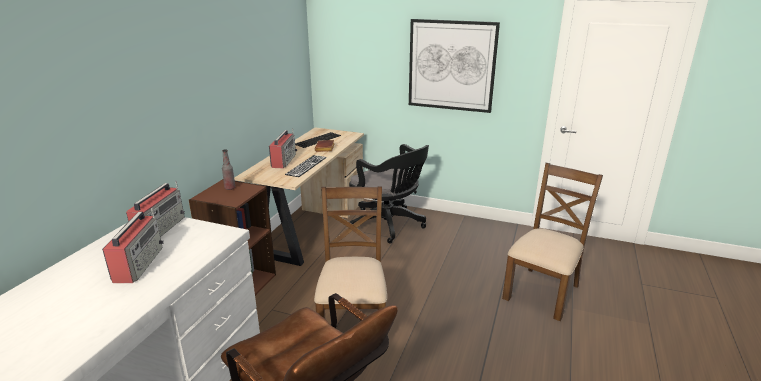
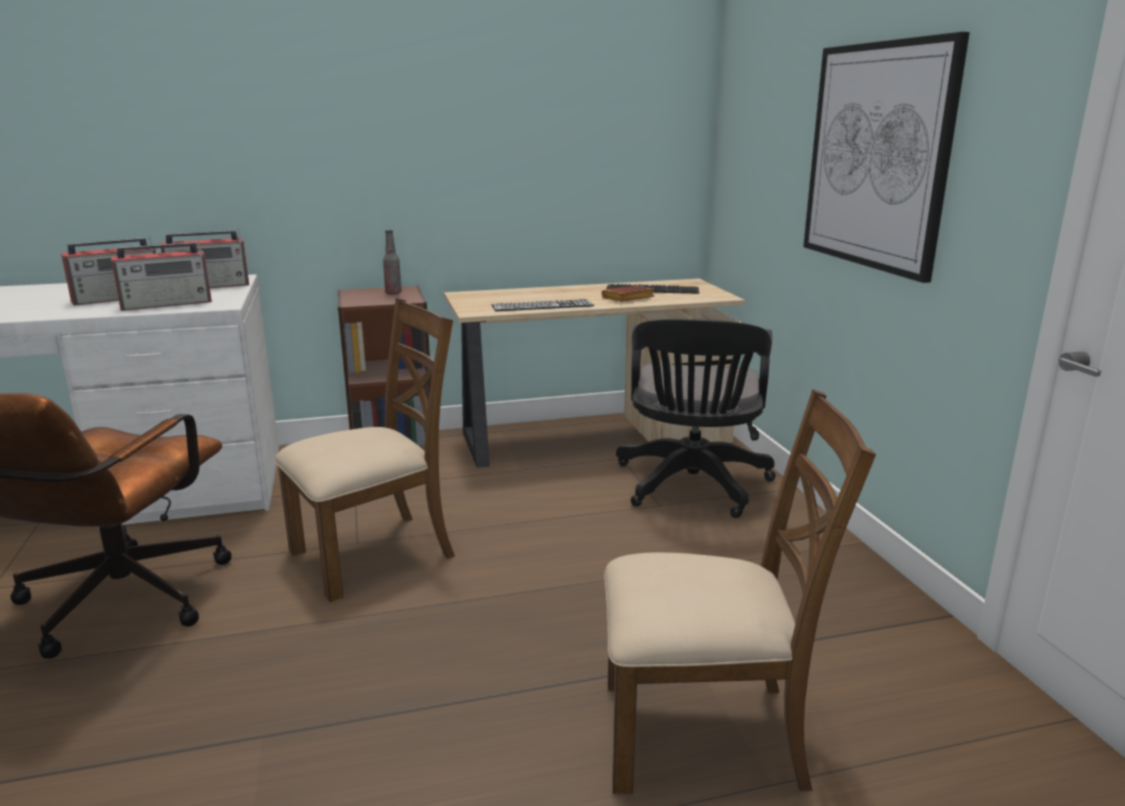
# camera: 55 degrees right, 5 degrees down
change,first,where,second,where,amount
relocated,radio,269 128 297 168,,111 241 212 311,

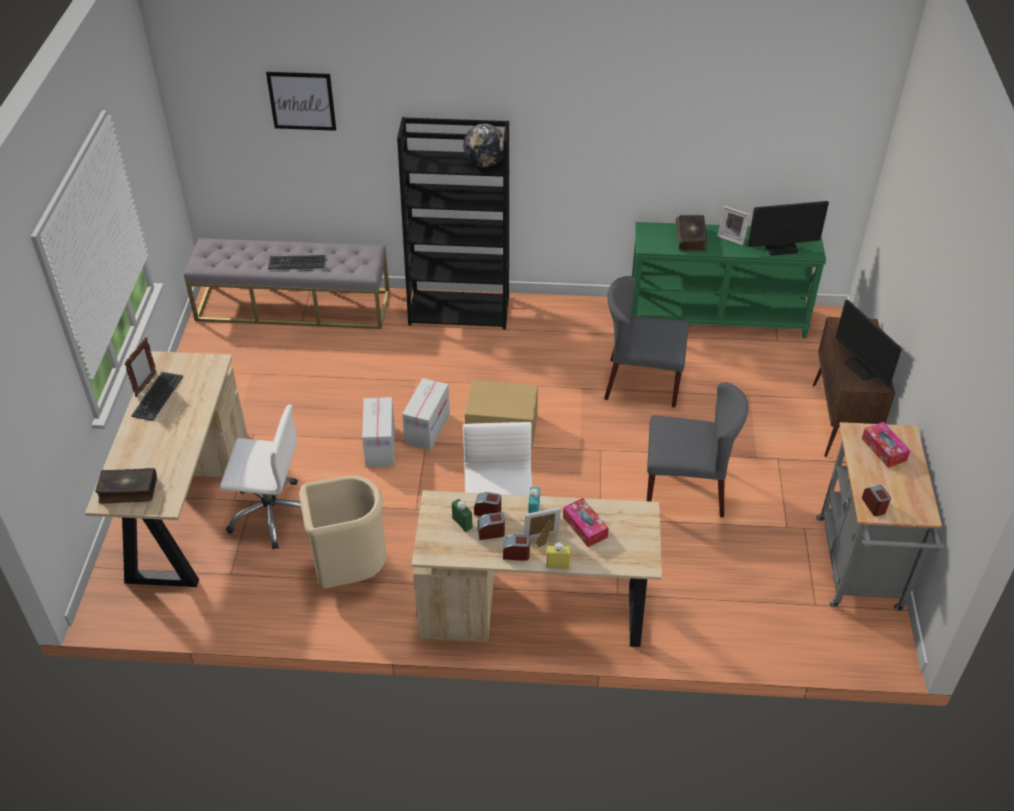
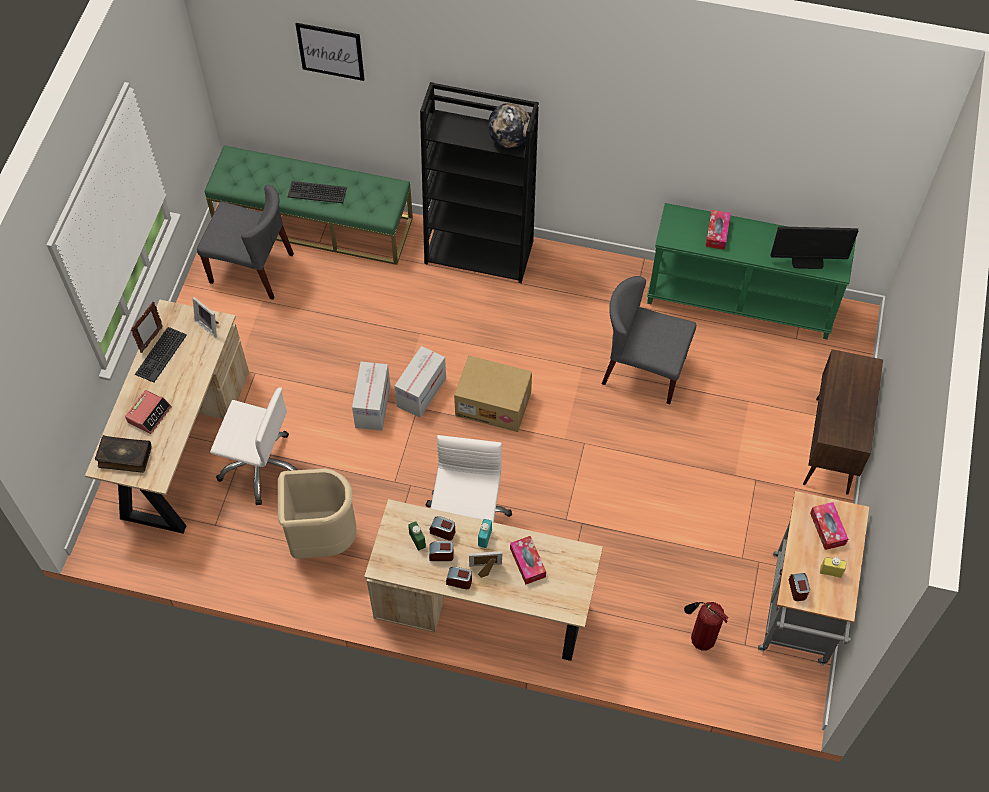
# camera: 10 degrees right, 15 degrees up
change,first,where,second,where,amount
colour,bench (grey),184 238 390 329,bench (green),204 145 413 265,
relocated,bottle (yellow),546 543 571 569,,820 557 847 578,
relocated,chair (grey),647 382 748 517,,197 185 294 300,
exchanged,book,676 215 707 251,tissue box,705 210 731 250,
relocated,picture frame,717 206 750 245,,193 297 219 338,
missing,monitor,835 299 902 387,,,
appeared,,,alarm clock,125 390 172 434,
appeared,,,fire extinguisher,684 602 729 651,

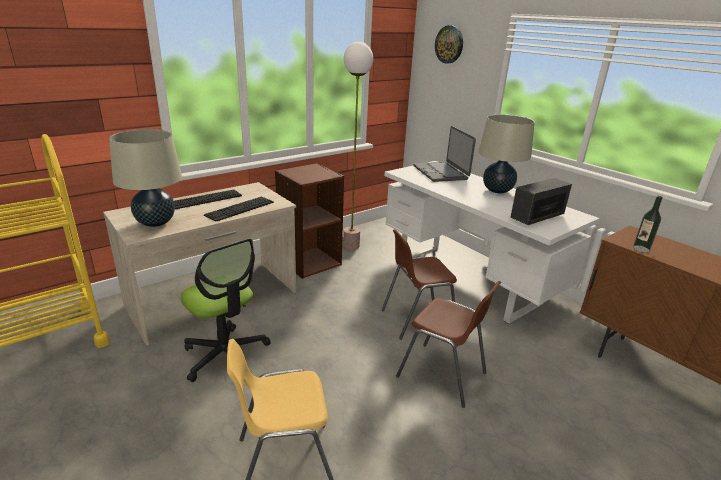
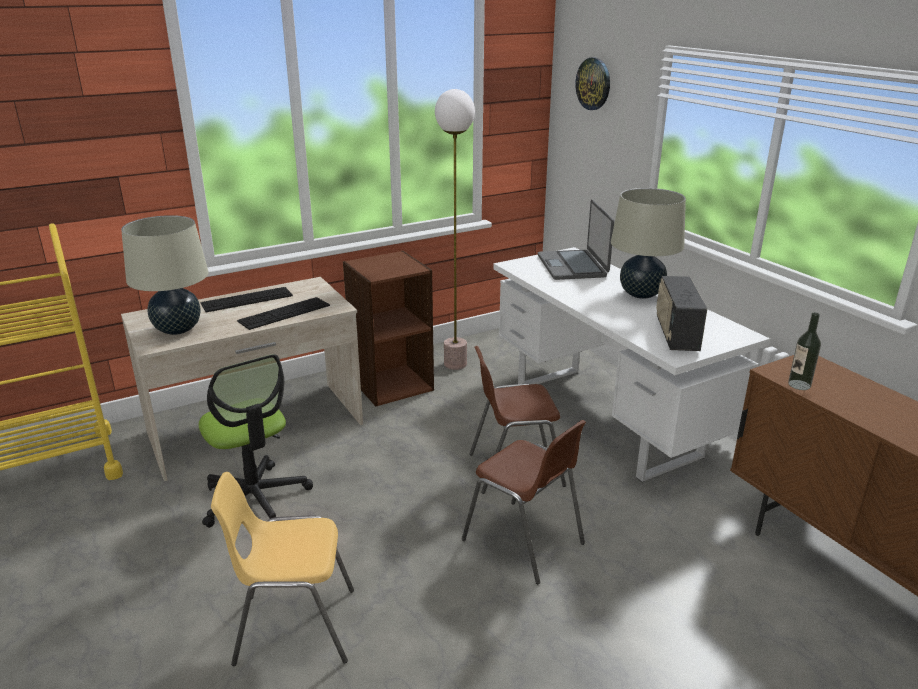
# camera: 10 degrees right, 0 degrees up
change,first,where,second,where,amount
spun,radio,511 178 572 225,,656 276 707 351,60 degrees counterclockwise

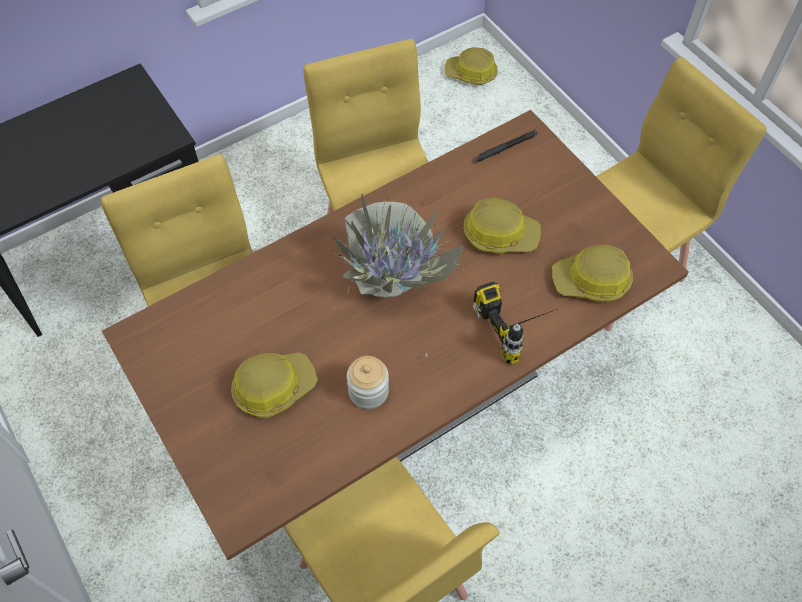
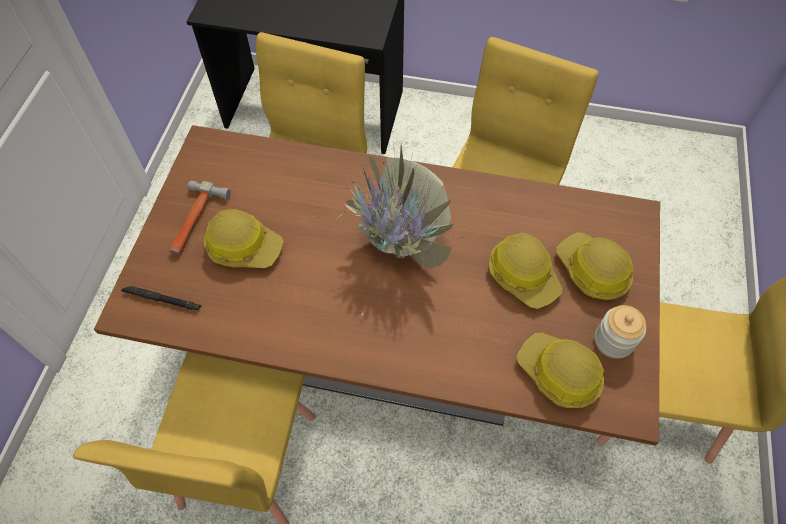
# camera: 45 degrees right, 0 degrees up
change,first,where,second,where,amount
relocated,jar,347 356 389 409,,594 305 646 359,
relocated,hard hat,444 48 498 85,,556 232 633 300,
missing,power drill,473 281 557 365,,,
relocated,flashlight (black),476 130 537 163,,121 286 202 310,
appeared,,,hammer,169 181 231 254,

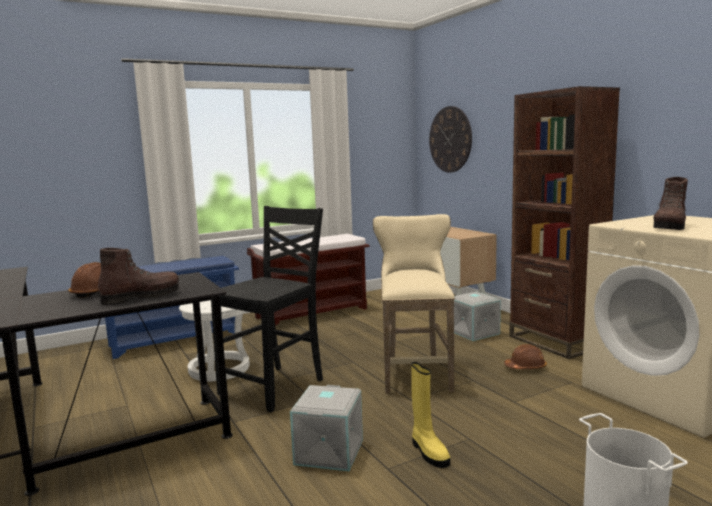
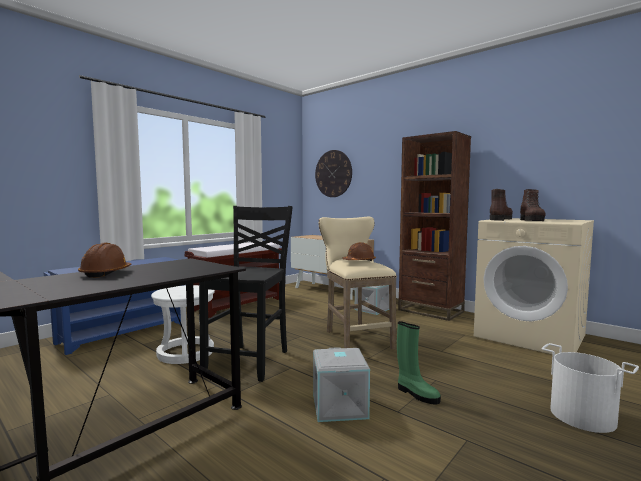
# camera: 20 degrees left, 5 degrees down
change,first,where,second,where,amount
relocated,boot (brown),98 248 179 305,,490 189 513 221,
colour,boot (yellow),411 362 450 468,boot (green),397 321 441 405,
relocated,hard hat (brown),504 344 547 369,,342 242 376 261,

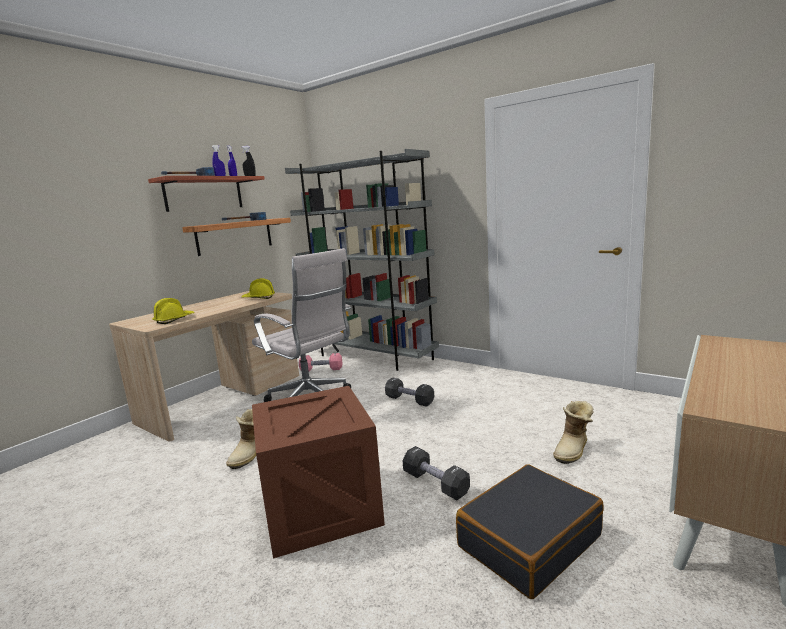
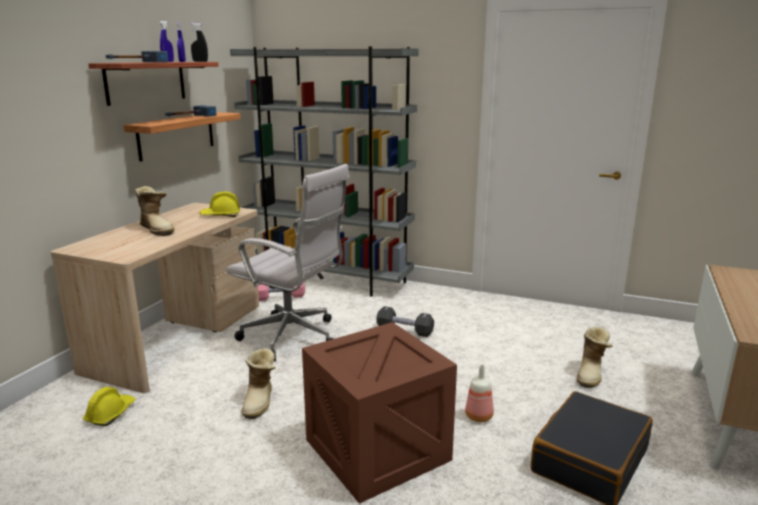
# camera: 15 degrees left, 5 degrees up
change,first,where,second,where,amount
relocated,hard hat (yellow),152 298 195 324,,83 387 136 426,
exchanged,dumbbell (black),402 446 470 500,bottle,465 365 494 422,
appeared,,,boot,134 186 175 236,

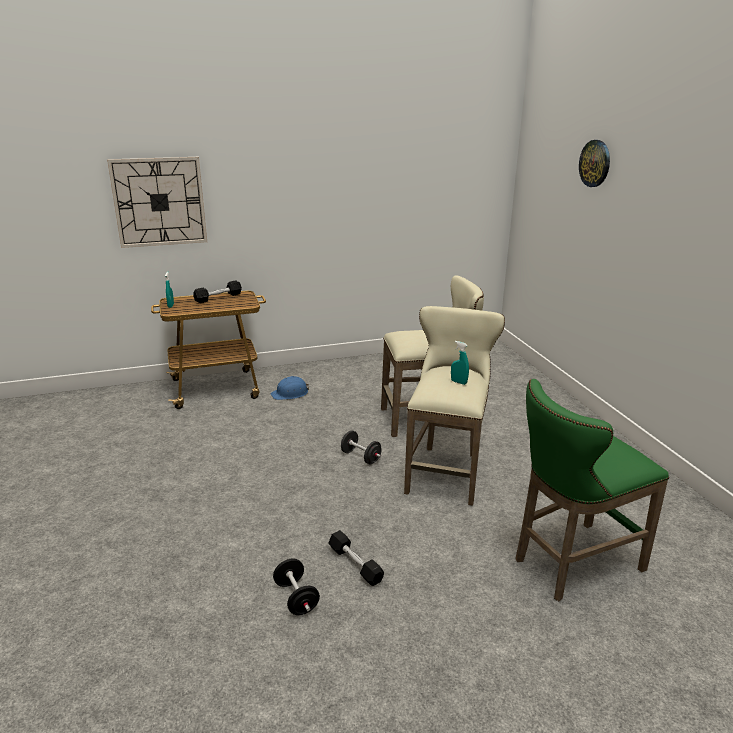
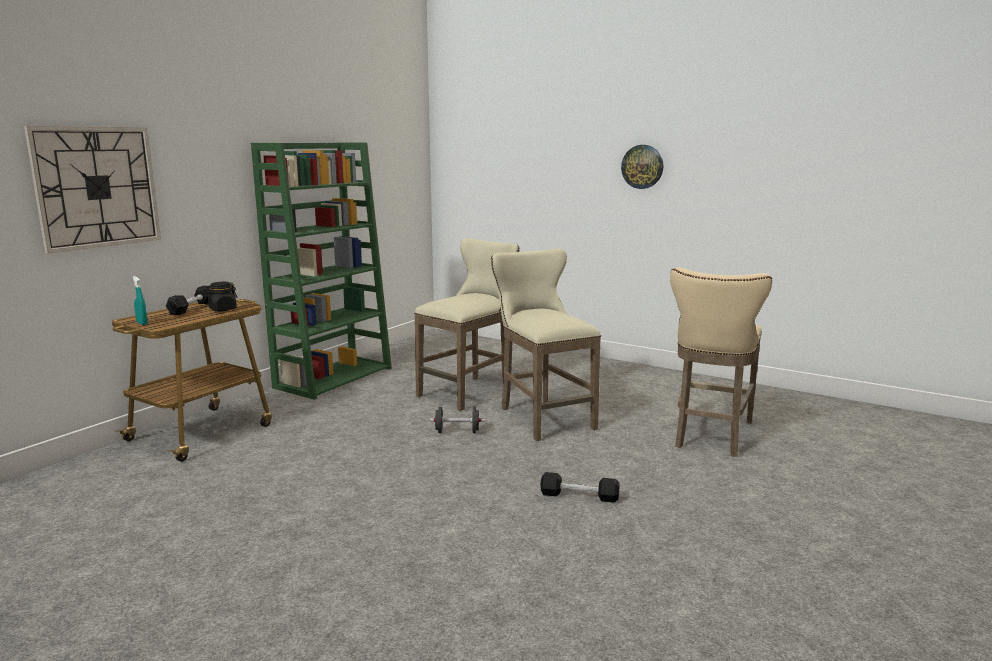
# camera: 40 degrees left, 10 degrees down
change,first,where,second,where,amount
missing,hard hat (blue),271 376 309 400,,,
missing,dumbbell (black),273 559 320 615,,,
missing,spray bottle (turquoise),451 341 469 385,,,
colour,stool (green),515 379 669 602,stool (beige),670 267 772 457,
relocated,wall clock,579 140 610 187,,621 145 663 189,
appeared,,,jar (black),205 282 238 311,
appeared,,,bookcase (green),251 143 392 400,

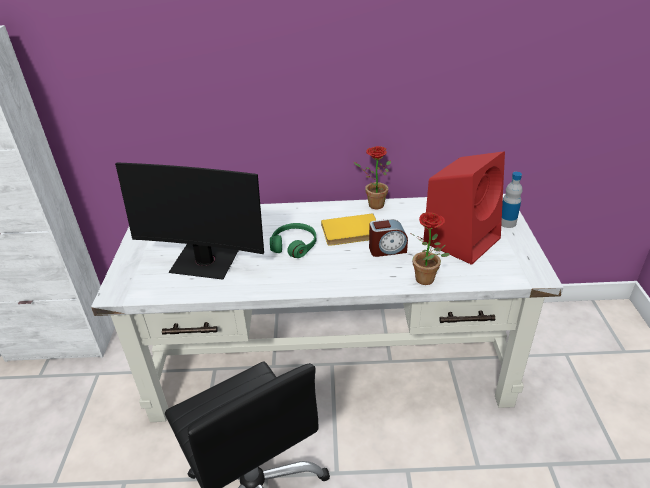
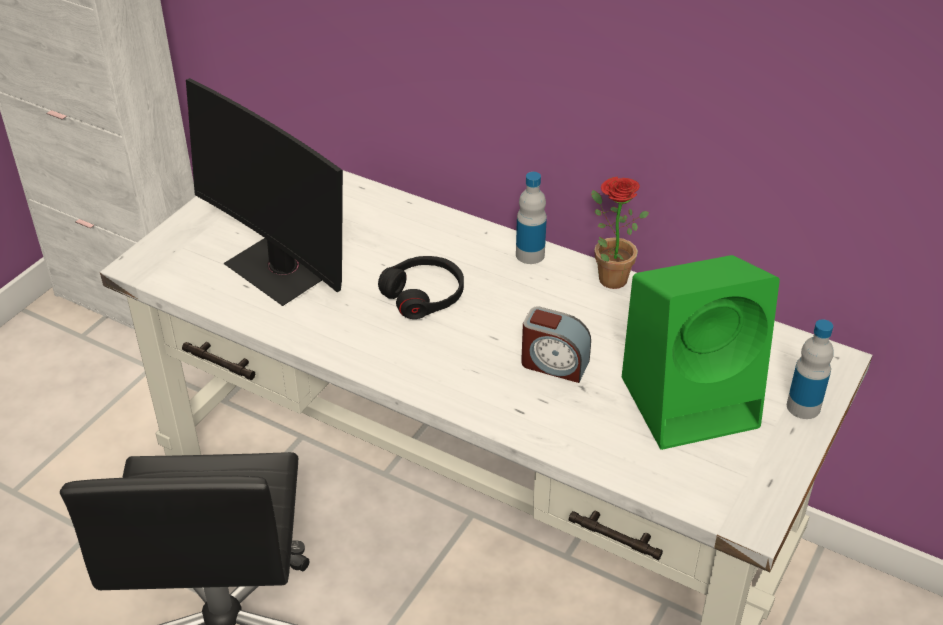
# camera: 30 degrees right, 5 degrees up
change,first,where,second,where,amount
colour,headphones (green),270 223 316 258,headphones (black),378 256 464 319,
missing,book (yellow),321 213 376 246,,,
missing,potted plant,411 212 450 285,,,
colour,speaker (red),423 151 505 265,speaker (green),622 255 780 450,
appeared,,,bottle,516 172 547 264,

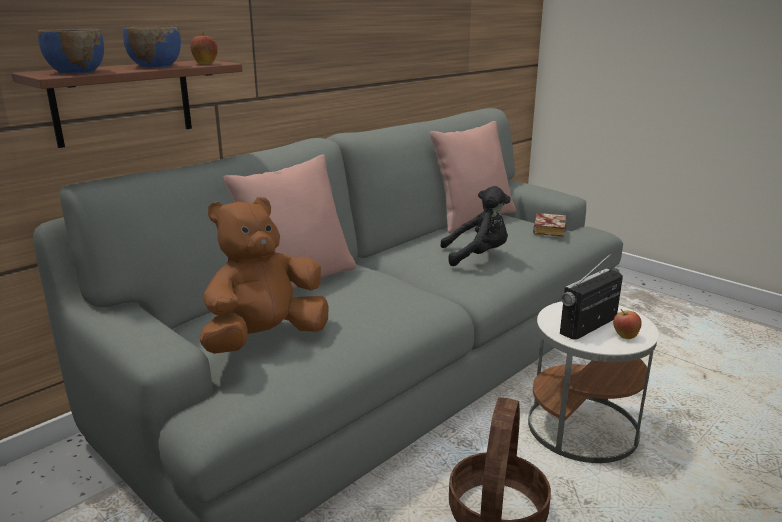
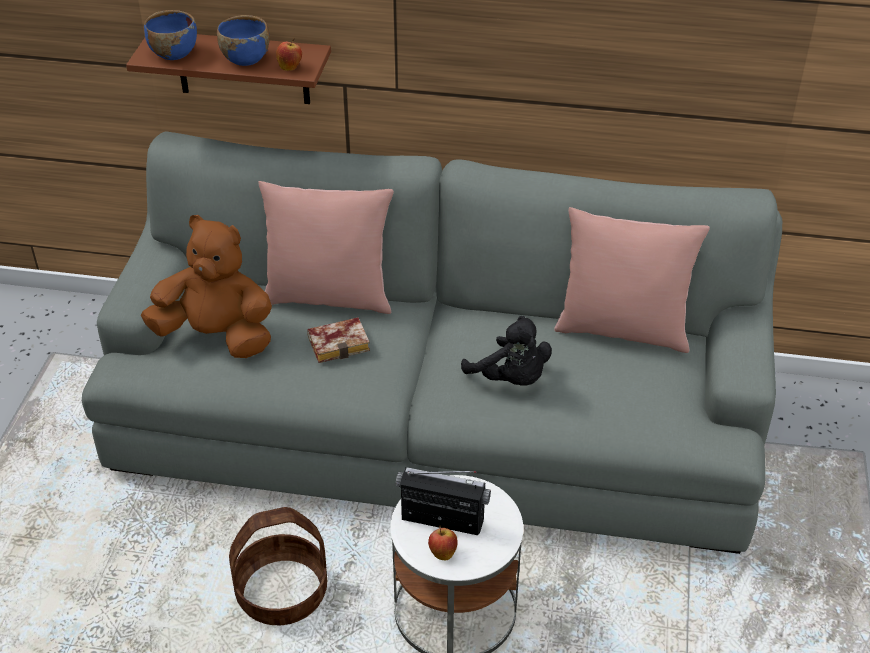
# camera: 55 degrees right, 20 degrees up
change,first,where,second,where,amount
relocated,book,533 213 566 237,,307 317 370 363,

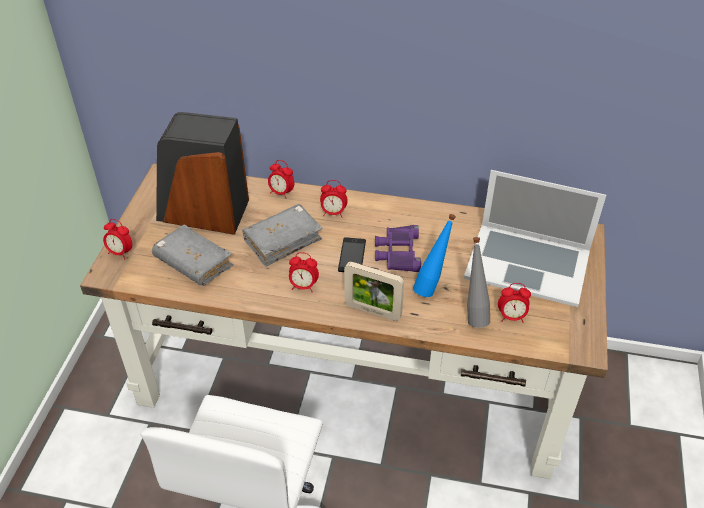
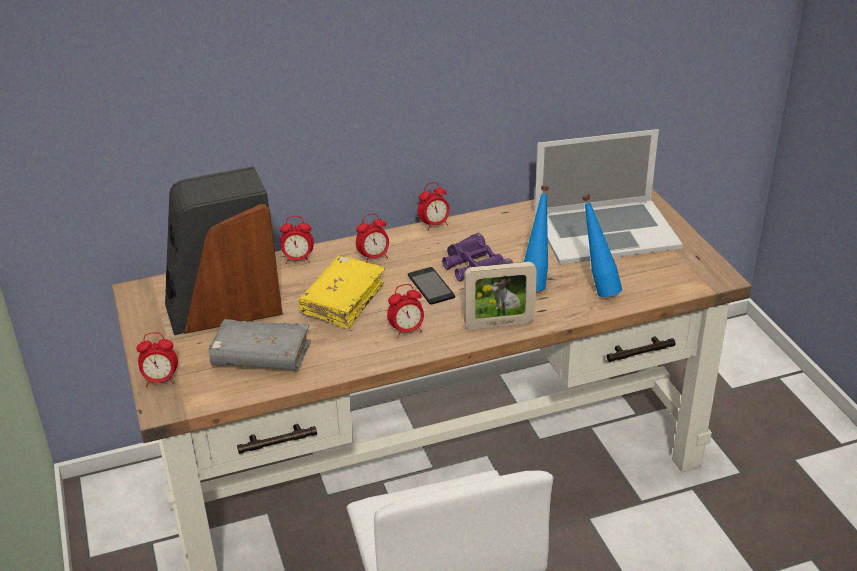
# camera: 30 degrees left, 10 degrees down
change,first,where,second,where,amount
colour,book (grey),243 204 323 267,book (yellow),298 255 385 329,
colour,bottle (grey),467 237 490 328,bottle (blue),582 194 622 297,
relocated,alarm clock,498 283 531 323,,418 182 450 231,

